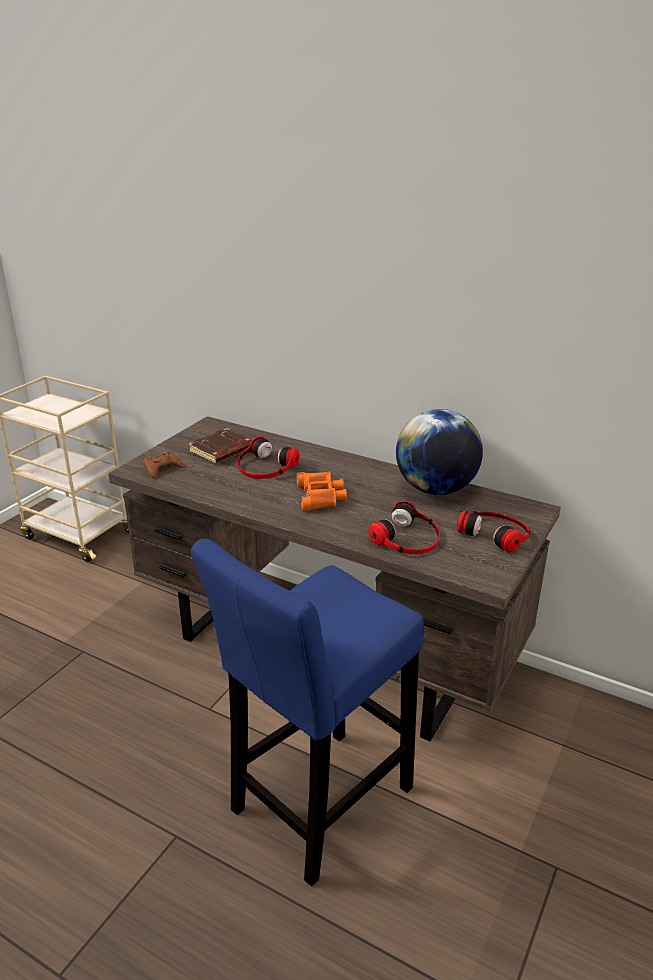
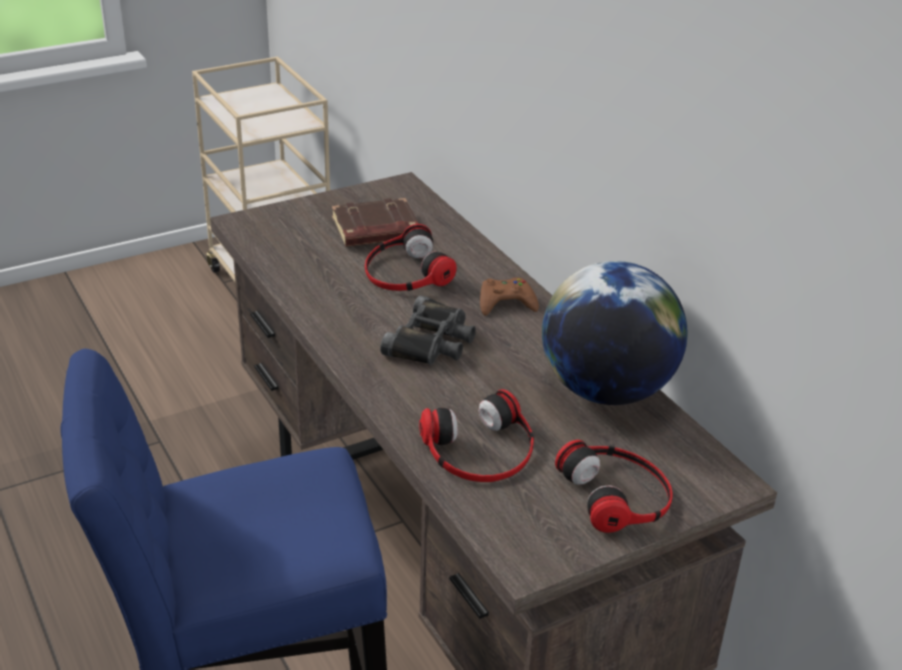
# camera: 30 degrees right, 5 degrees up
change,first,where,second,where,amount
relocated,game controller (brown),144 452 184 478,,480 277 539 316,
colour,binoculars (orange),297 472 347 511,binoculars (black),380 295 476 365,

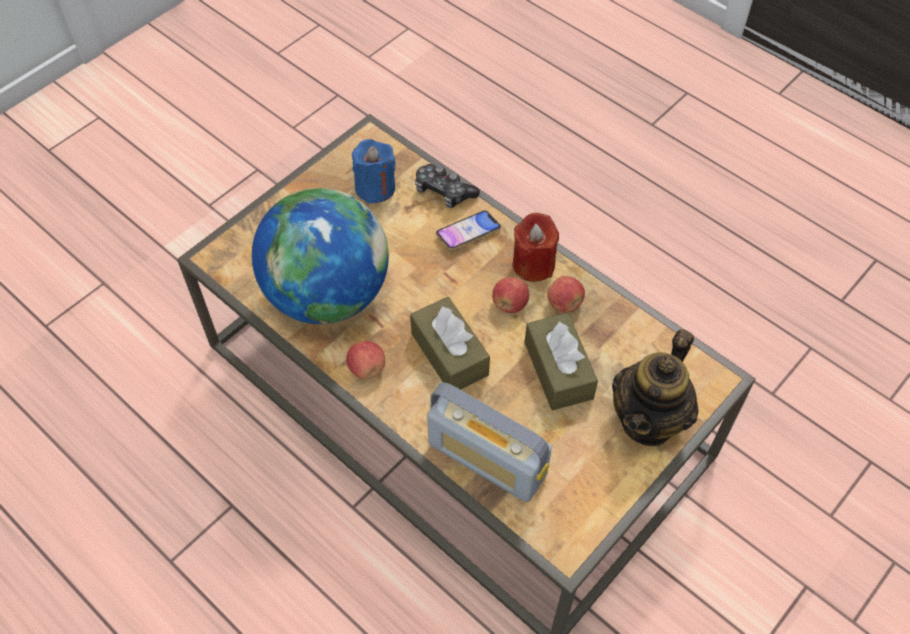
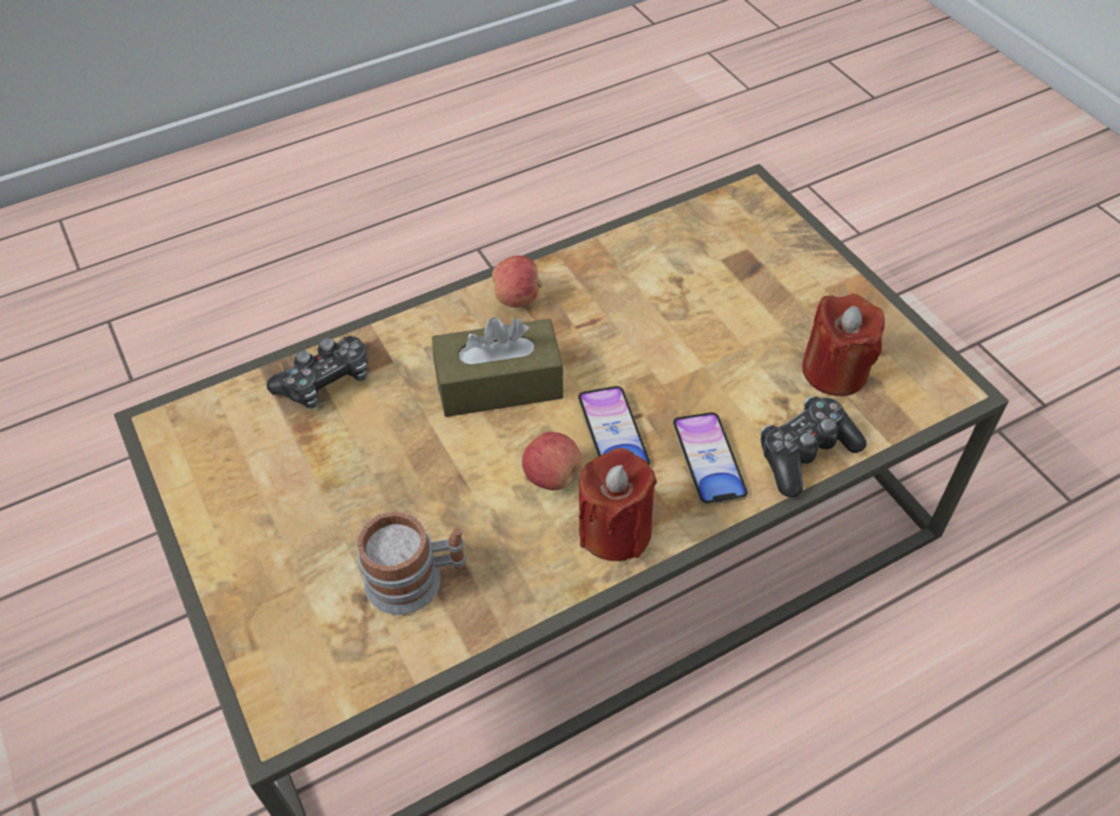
# camera: 110 degrees right, 5 degrees down
change,first,where,second,where,amount
missing,globe,252 188 389 324,,,
colour,candle (blue),352 139 396 203,candle (red),802 294 885 396,
exchanged,radio,427 382 552 502,game controller,267 336 368 409,
missing,tissue box (brown),525 313 598 410,,,
missing,apple,547 276 585 313,,,
missing,teapot,612 329 698 446,,,
appeared,,,mug,357 512 466 615,
appeared,,,phone,577 386 651 467,

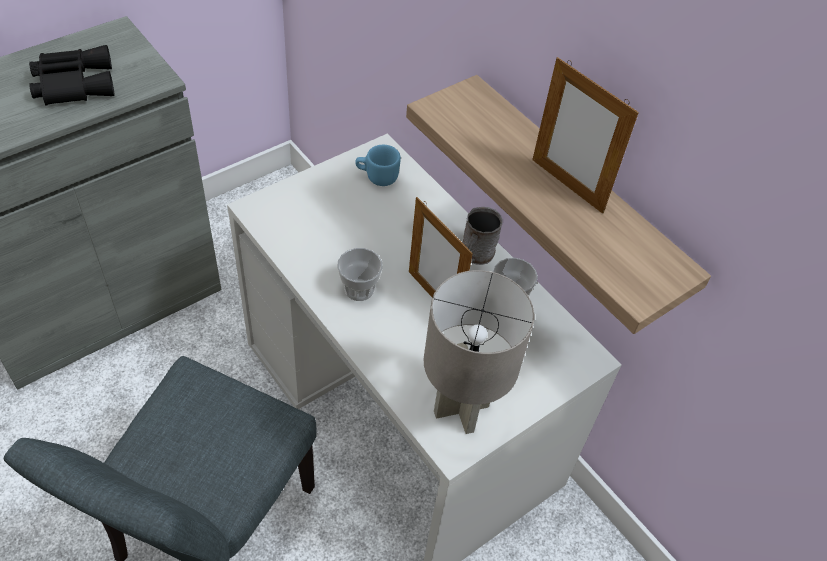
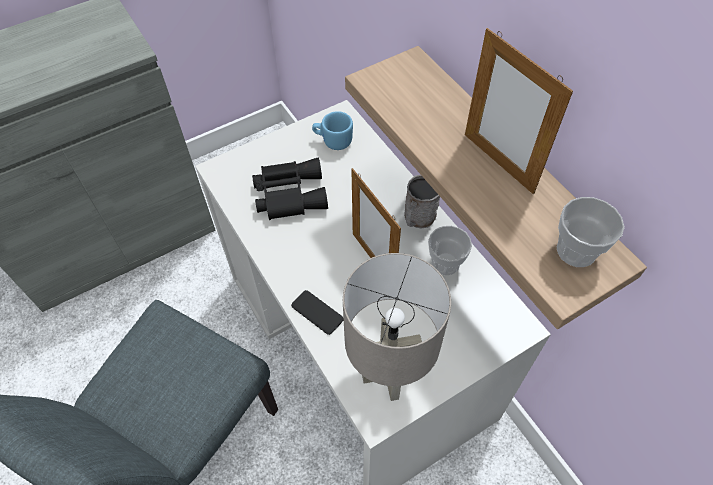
# camera: 10 degrees right, 5 degrees up
change,first,where,second,where,amount
relocated,binoculars (black),29 45 115 105,,252 158 328 220,
relocated,cup,338 248 383 301,,557 197 625 267,
appeared,,,phone,291 290 344 335,

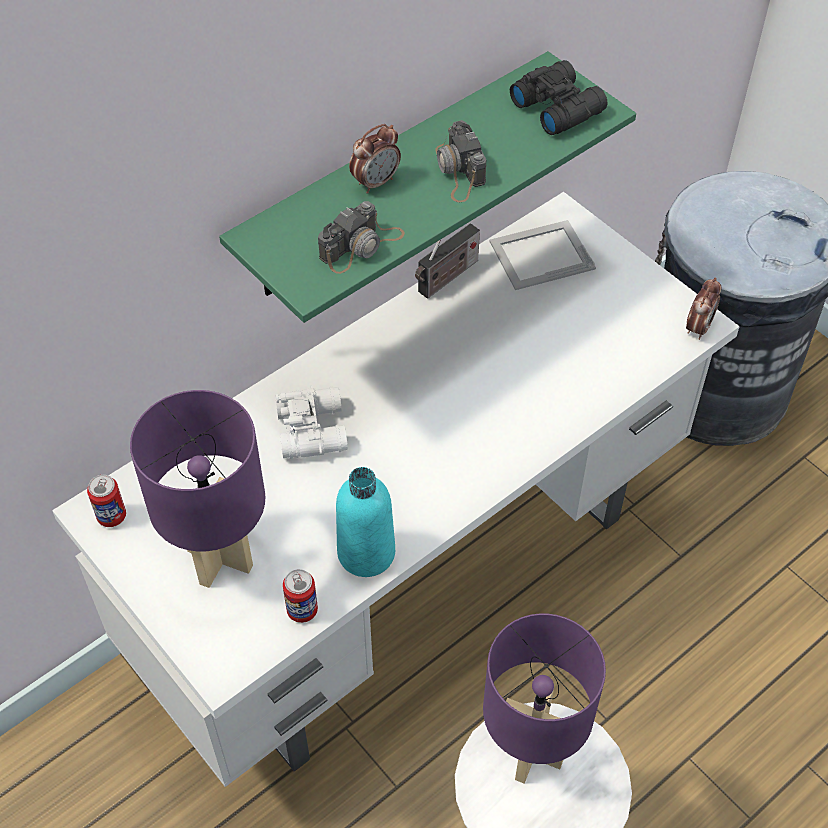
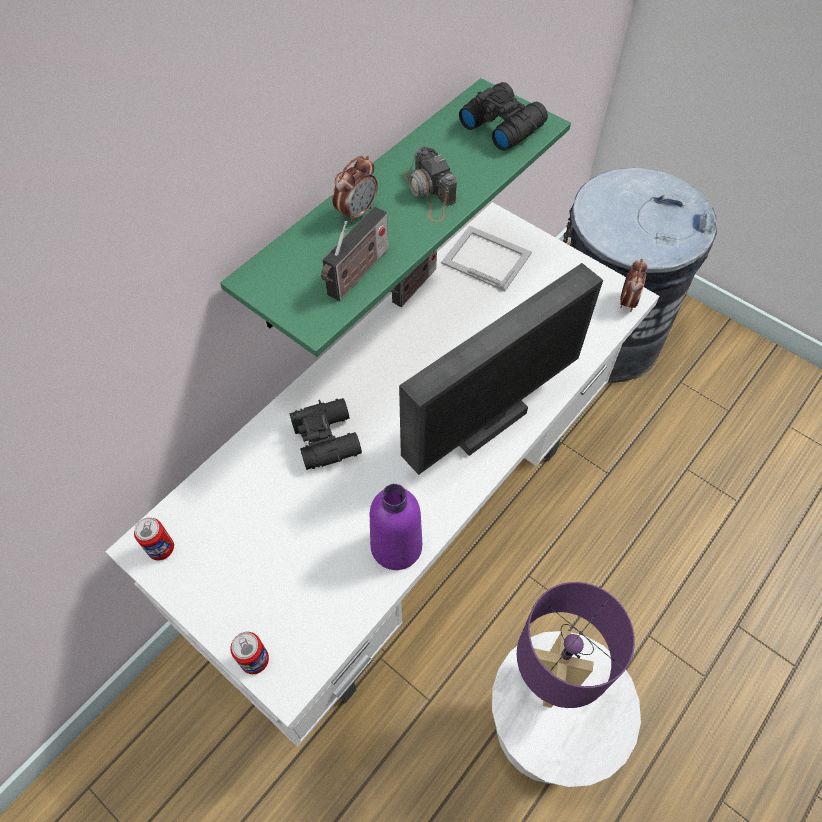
# camera: 10 degrees left, 5 degrees up
change,first,where,second,where,amount
missing,table lamp (purple),130 390 266 588,,,
colour,binoculars (white),275 385 348 459,binoculars (black),289 398 362 470,
relocated,can,283 569 318 623,,230 632 269 674,
exchanged,photo camera,318 201 405 274,radio,321 207 388 301,
colour,bottle (turquoise),336 467 395 577,bottle (purple),370 484 422 570,
spun,picture frame,489 220 596 290,,441 225 532 291,60 degrees clockwise
appeared,,,monitor,399 263 603 475,

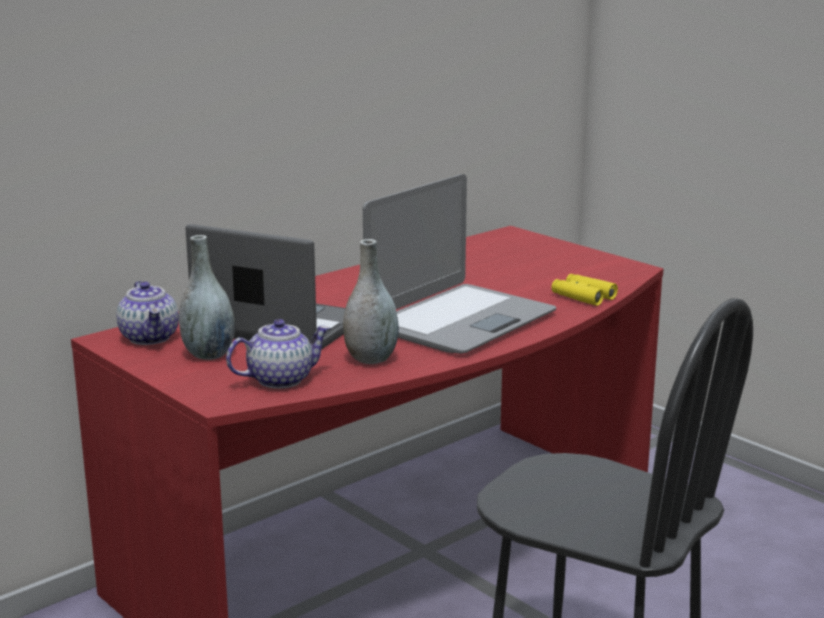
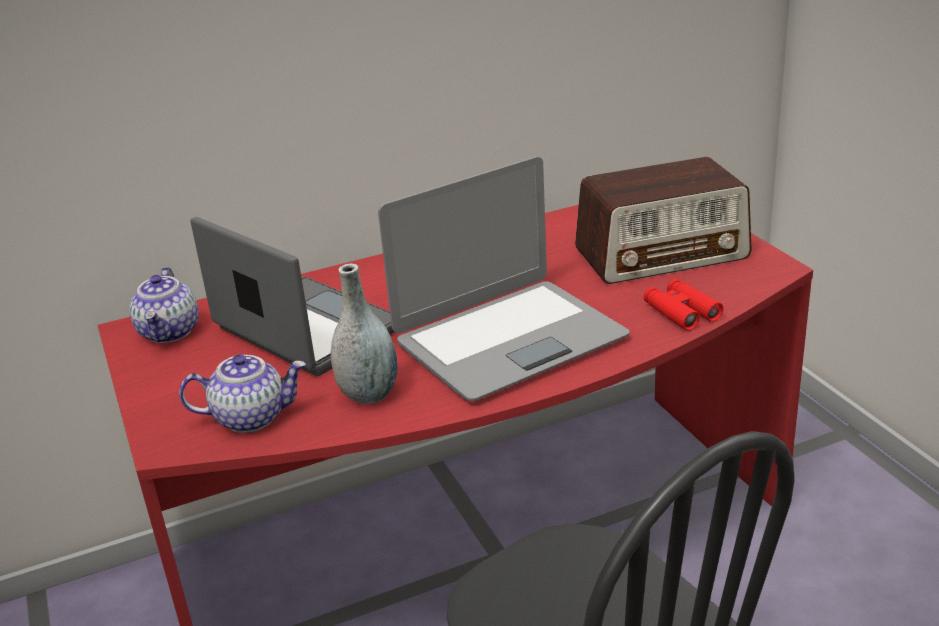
# camera: 20 degrees right, 10 degrees up
change,first,where,second,where,amount
missing,vase (grey),179 235 235 360,,,
colour,binoculars (yellow),551 274 618 306,binoculars (red),644 279 723 331,
appeared,,,radio,575 157 752 284,

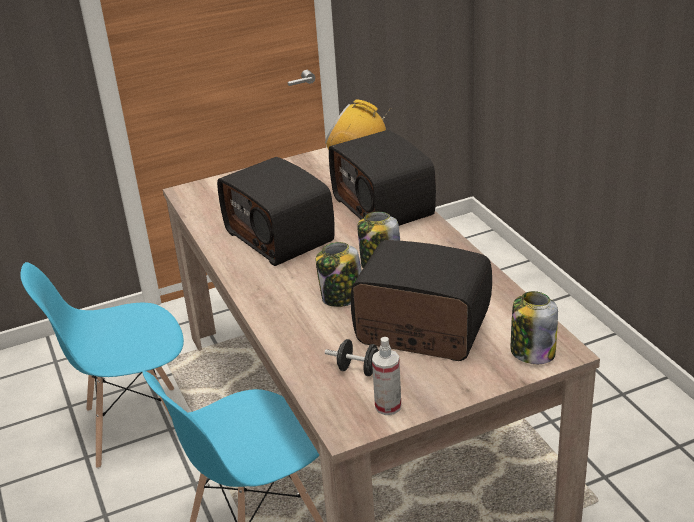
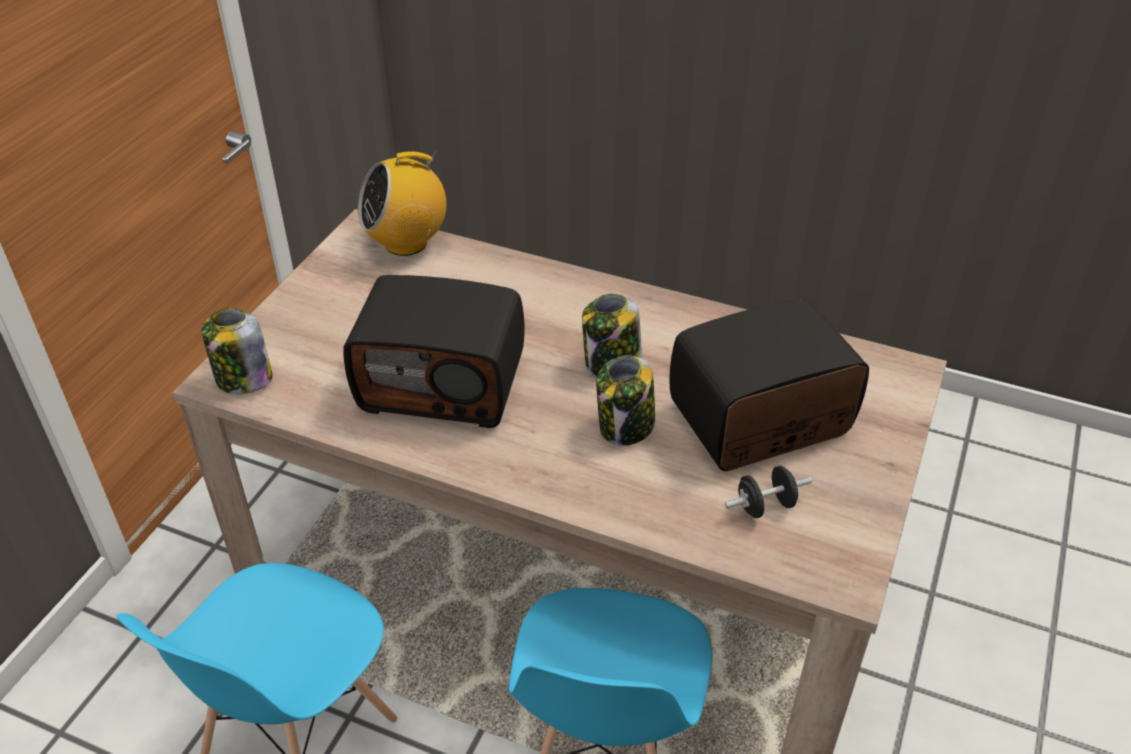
# camera: 45 degrees left, 10 degrees up
change,first,where,second,where,amount
missing,radio,329 130 436 226,,,
missing,spray bottle,372 337 401 415,,,
relocated,jar,510 291 558 364,,202 308 272 394,

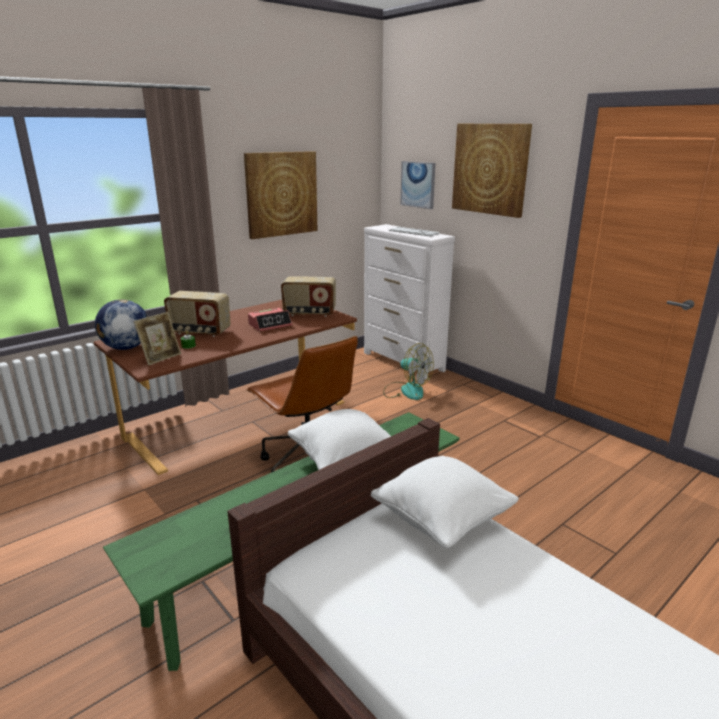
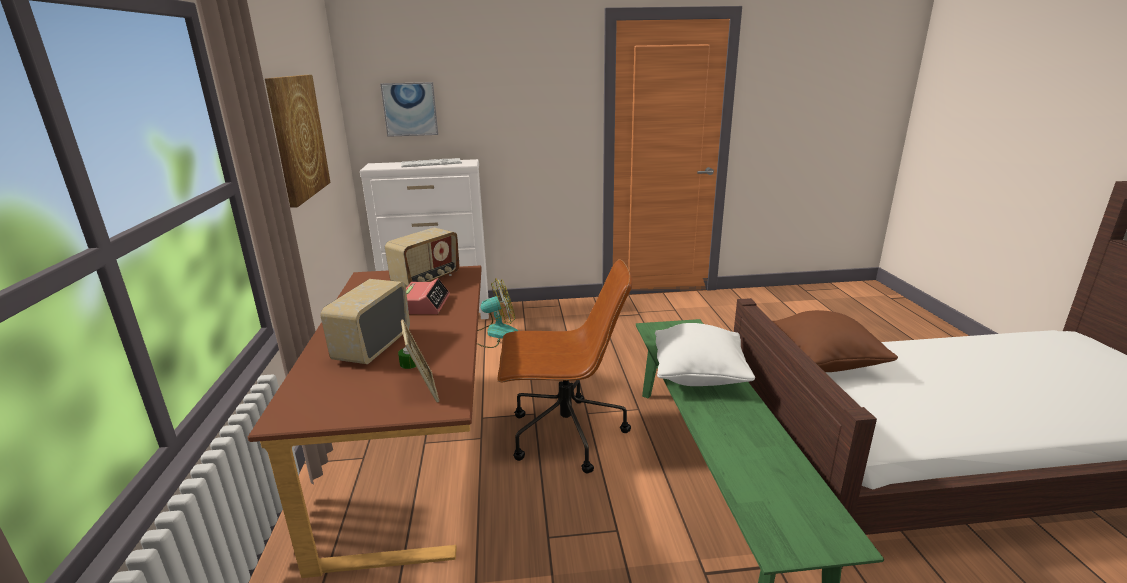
# camera: 55 degrees left, 0 degrees up
change,first,where,second,where,amount
missing,globe,95 299 148 350,,,
spun,radio,164 291 231 337,,320 279 410 364,150 degrees clockwise
colour,pillow (white),371 456 519 548,pillow (brown),773 310 898 372,
missing,picture,452 124 532 218,,,

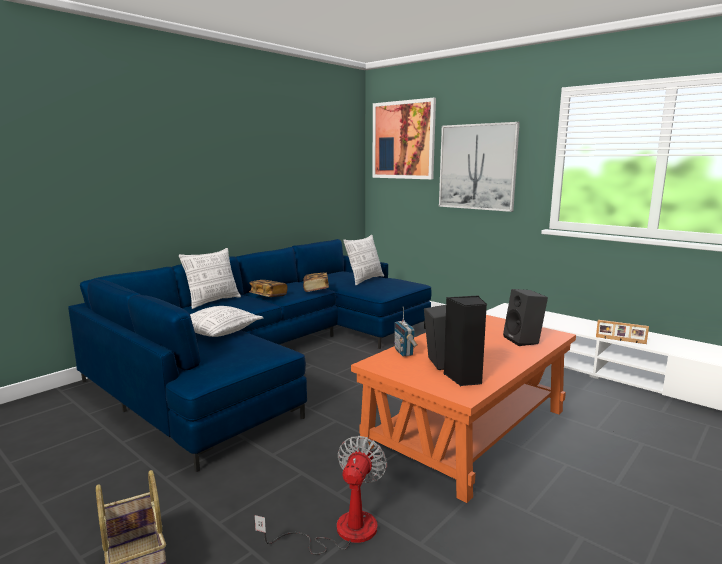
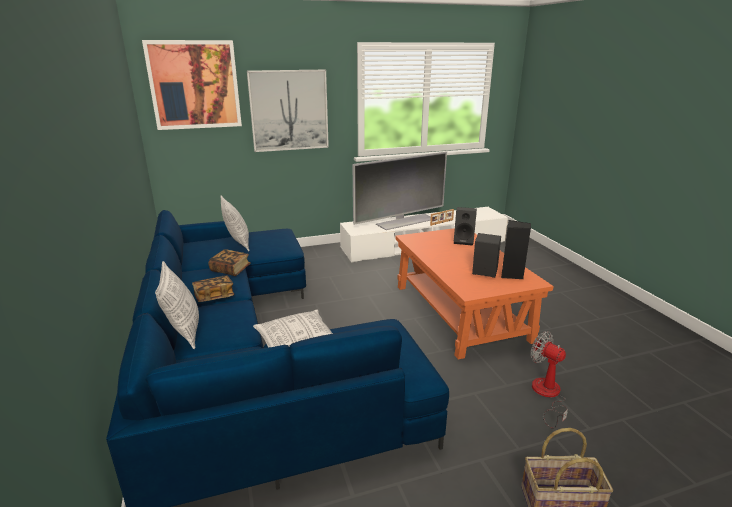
# camera: 60 degrees left, 10 degrees up
change,first,where,second,where,amount
missing,radio,395 306 418 357,,,
appeared,,,television,353 151 447 230,

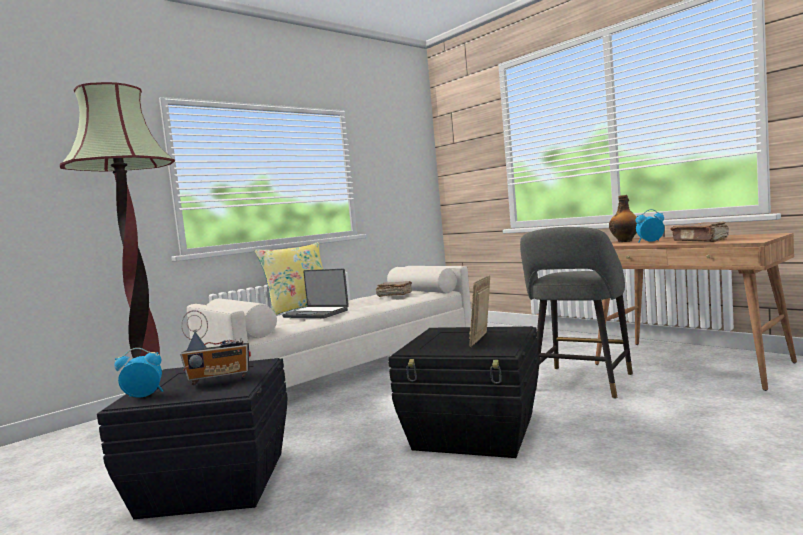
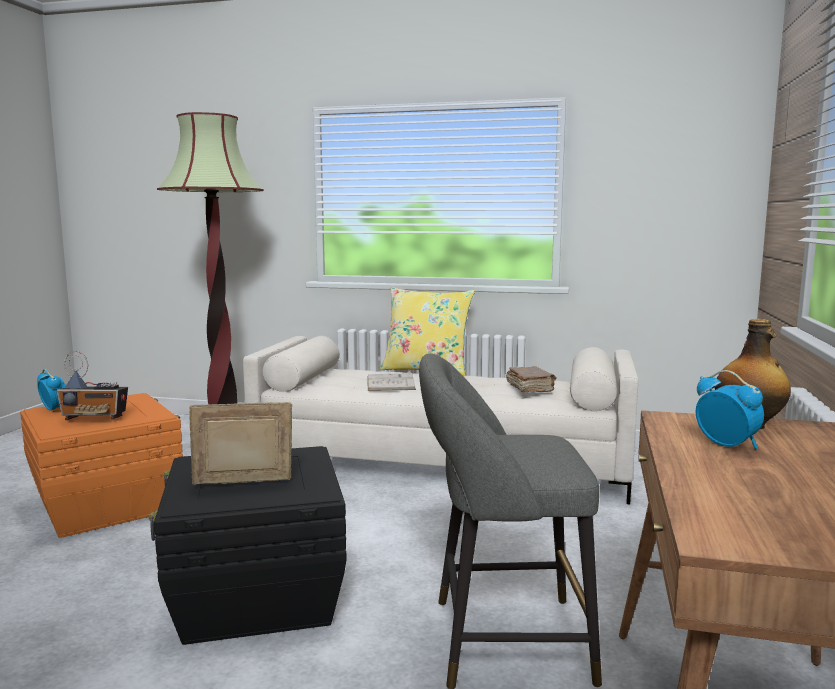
# camera: 55 degrees right, 5 degrees up
change,first,where,second,where,amount
colour,storage box (black),97 358 287 519,storage box (orange),20 393 183 538,
spun,radio,180 310 251 385,,56 351 128 420,45 degrees counterclockwise
exchanged,laptop,282 269 349 318,book (white),367 370 416 391,
missing,book (brown),671 222 729 242,,,

